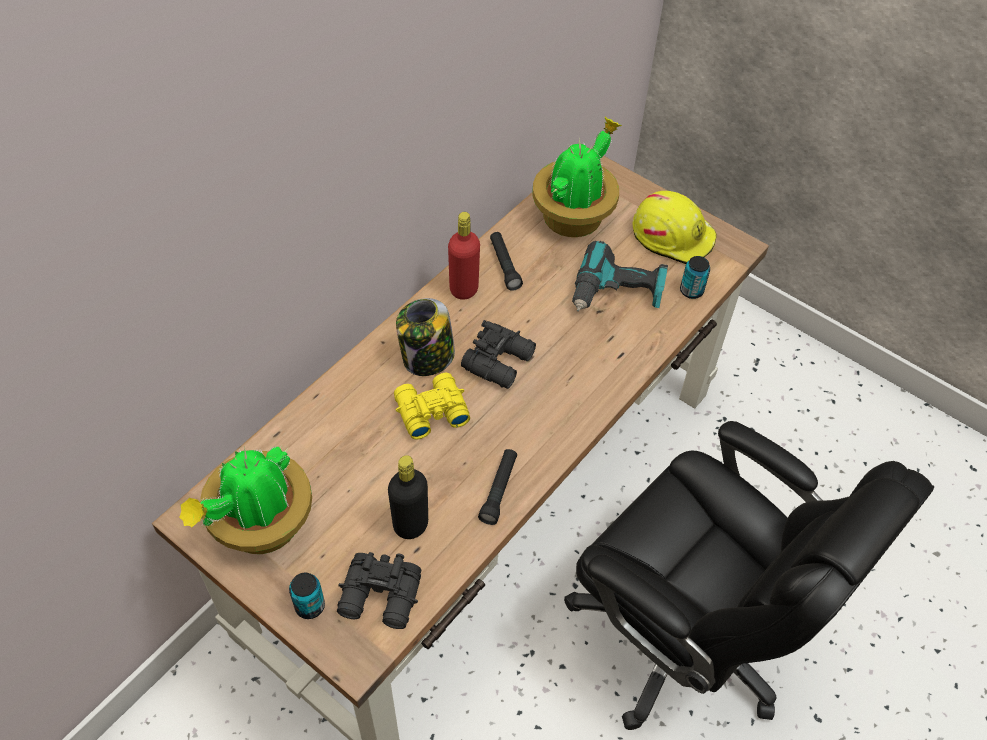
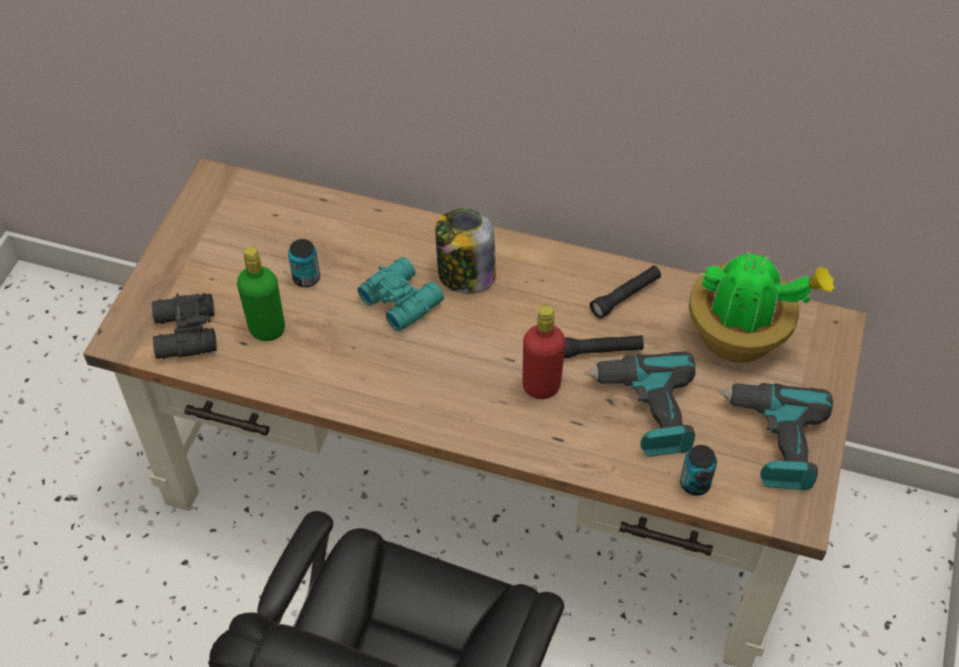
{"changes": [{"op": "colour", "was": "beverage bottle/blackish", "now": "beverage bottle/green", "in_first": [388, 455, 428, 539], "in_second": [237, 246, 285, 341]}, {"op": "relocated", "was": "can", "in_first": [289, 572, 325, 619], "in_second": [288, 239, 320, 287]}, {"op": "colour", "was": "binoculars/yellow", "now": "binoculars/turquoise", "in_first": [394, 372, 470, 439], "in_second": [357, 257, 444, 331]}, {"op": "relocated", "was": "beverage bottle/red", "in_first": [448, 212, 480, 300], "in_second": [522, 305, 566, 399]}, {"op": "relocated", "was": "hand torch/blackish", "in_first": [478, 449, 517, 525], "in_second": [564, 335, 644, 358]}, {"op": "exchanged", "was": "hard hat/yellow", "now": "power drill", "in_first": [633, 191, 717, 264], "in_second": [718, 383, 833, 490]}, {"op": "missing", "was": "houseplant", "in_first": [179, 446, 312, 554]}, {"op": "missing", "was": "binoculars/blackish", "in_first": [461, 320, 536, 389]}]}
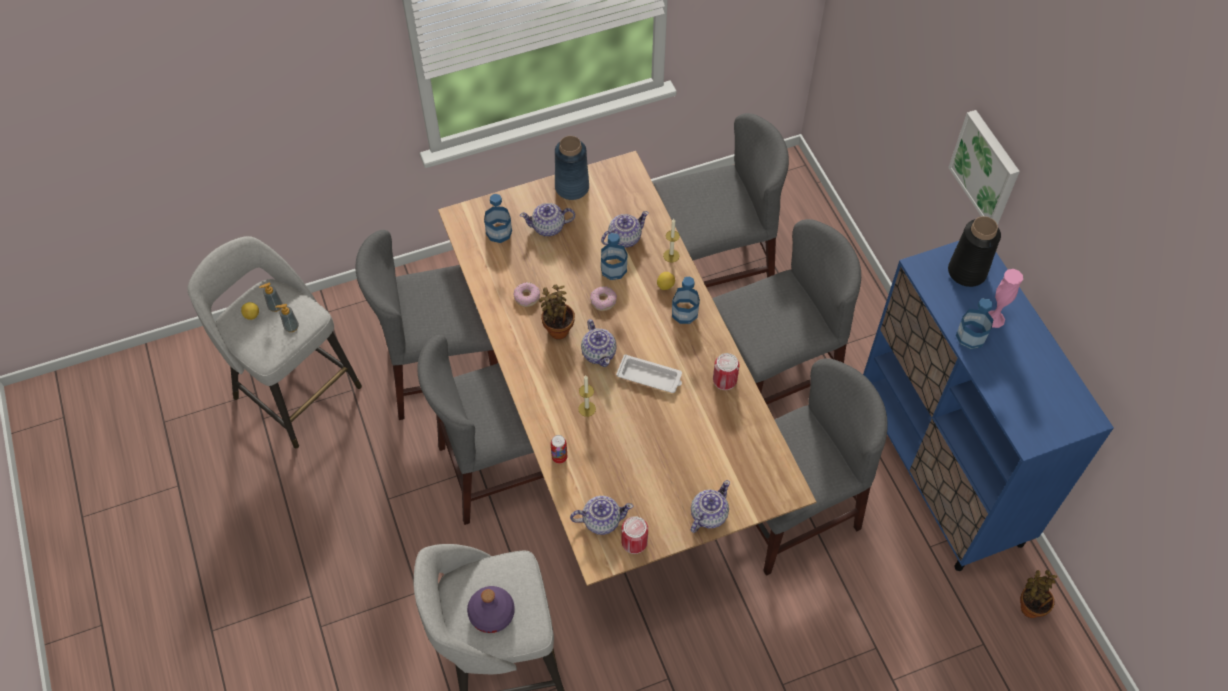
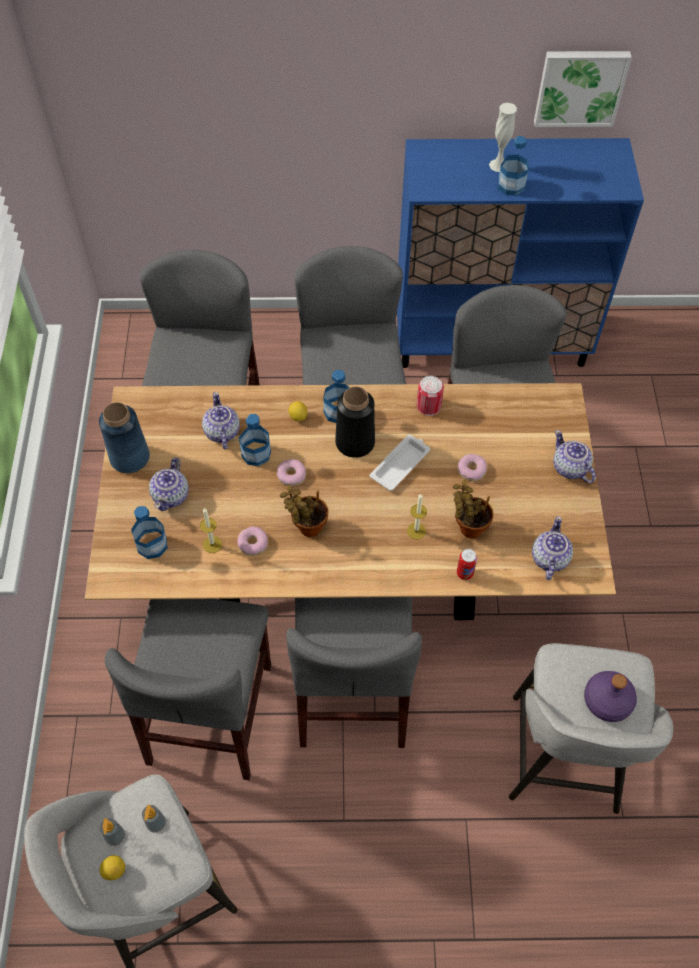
{"changes": [{"op": "relocated", "was": "wax light", "in_first": [663, 219, 680, 263], "in_second": [200, 508, 222, 553]}, {"op": "relocated", "was": "vase/blackish", "in_first": [948, 216, 1001, 287], "in_second": [335, 387, 375, 458]}, {"op": "relocated", "was": "houseplant", "in_first": [1020, 570, 1057, 618], "in_second": [453, 480, 494, 538]}, {"op": "appeared", "now": "ring doughnut", "in_second": [458, 454, 487, 481]}, {"op": "colour", "was": "vase/pink-coloured", "now": "vase/white-coloured", "in_first": [988, 269, 1023, 328], "in_second": [489, 103, 517, 172]}, {"op": "relocated", "was": "picture", "in_first": [948, 110, 1020, 225], "in_second": [534, 51, 632, 127]}, {"op": "missing", "was": "teapot", "in_first": [581, 319, 617, 367]}, {"op": "missing", "was": "can", "in_first": [621, 516, 648, 554]}]}
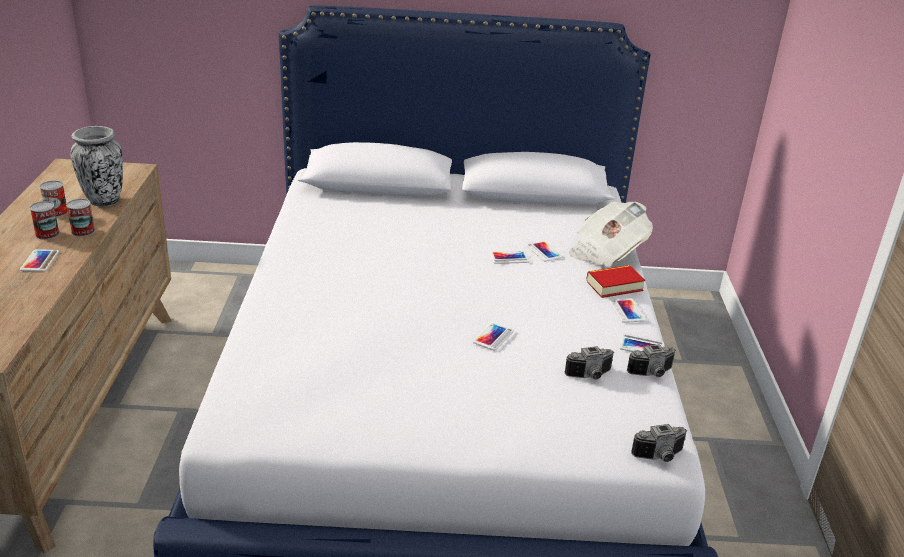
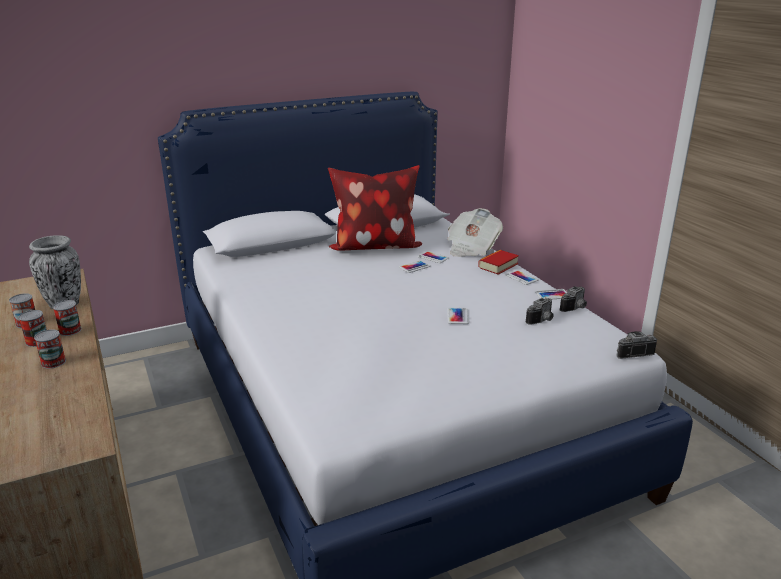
{"changes": [{"op": "exchanged", "was": "handset", "now": "can", "in_first": [20, 249, 59, 272], "in_second": [34, 329, 66, 369]}, {"op": "appeared", "now": "pillow", "in_second": [328, 165, 422, 250]}, {"op": "spun", "was": "still camera", "in_first": [631, 424, 687, 462], "in_second": [616, 331, 657, 359], "clockwise": -150}]}
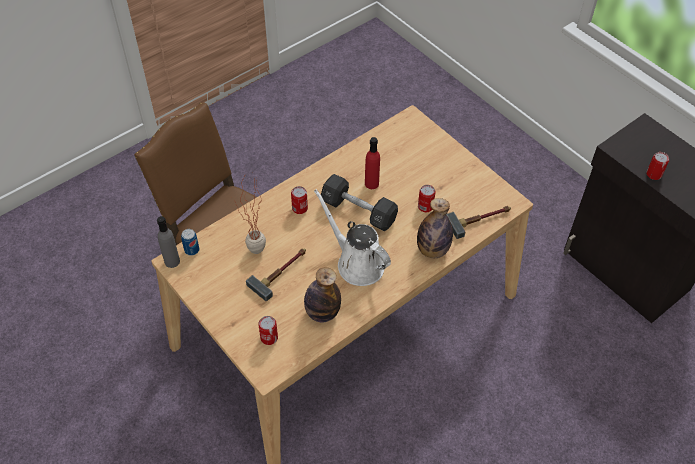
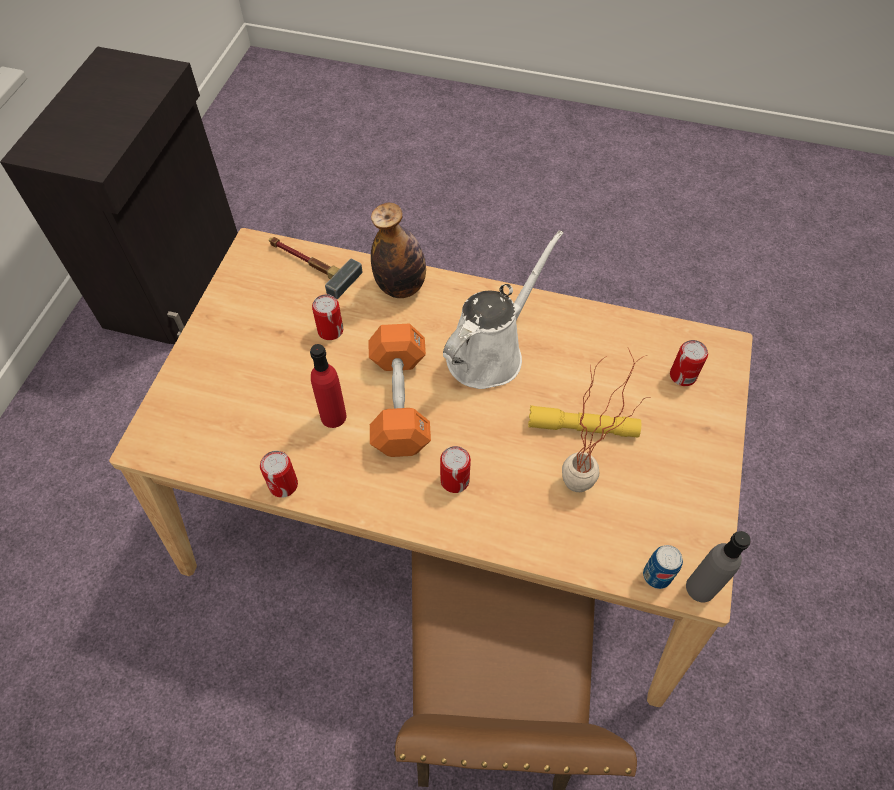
{"changes": [{"op": "relocated", "was": "can", "in_first": [646, 152, 669, 180], "in_second": [260, 451, 298, 498]}, {"op": "colour", "was": "free weight/blackish", "now": "free weight/orange-coloured", "in_first": [321, 174, 398, 231], "in_second": [369, 323, 431, 457]}, {"op": "spun", "was": "watering pot/white-coloured", "in_first": [314, 189, 391, 286], "in_second": [443, 230, 563, 389], "clockwise": -150}, {"op": "exchanged", "was": "hammer", "now": "hand torch/yellow", "in_first": [246, 248, 306, 302], "in_second": [528, 405, 641, 438]}, {"op": "missing", "was": "beverage bottle", "in_first": [304, 267, 341, 323]}]}
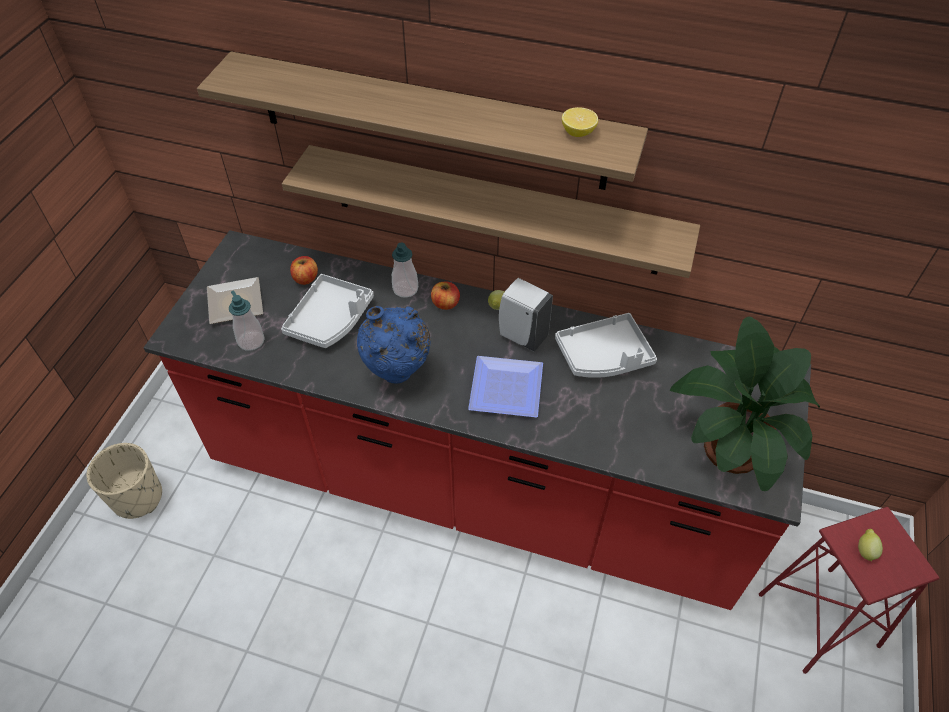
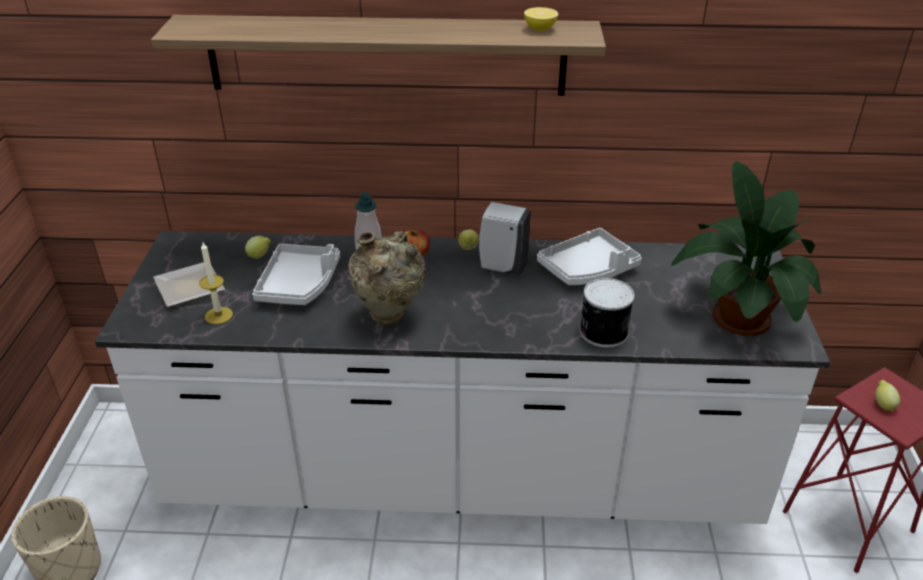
{"changes": [{"op": "colour", "was": "kitchen base unit/red", "now": "kitchen base unit/white-coloured", "in_first": [144, 230, 811, 610], "in_second": [95, 231, 830, 524]}, {"op": "exchanged", "was": "soap bottle", "now": "wax light", "in_first": [229, 291, 265, 351], "in_second": [199, 242, 233, 324]}, {"op": "exchanged", "was": "whole apple", "now": "lemon", "in_first": [290, 256, 318, 285], "in_second": [245, 236, 271, 259]}, {"op": "colour", "was": "vase/blue", "now": "vase/beige", "in_first": [357, 306, 431, 384], "in_second": [348, 231, 426, 324]}, {"op": "appeared", "now": "can", "in_second": [580, 278, 635, 348]}, {"op": "missing", "was": "shelf", "in_first": [282, 145, 700, 278]}, {"op": "missing", "was": "flat dish", "in_first": [468, 356, 543, 417]}]}
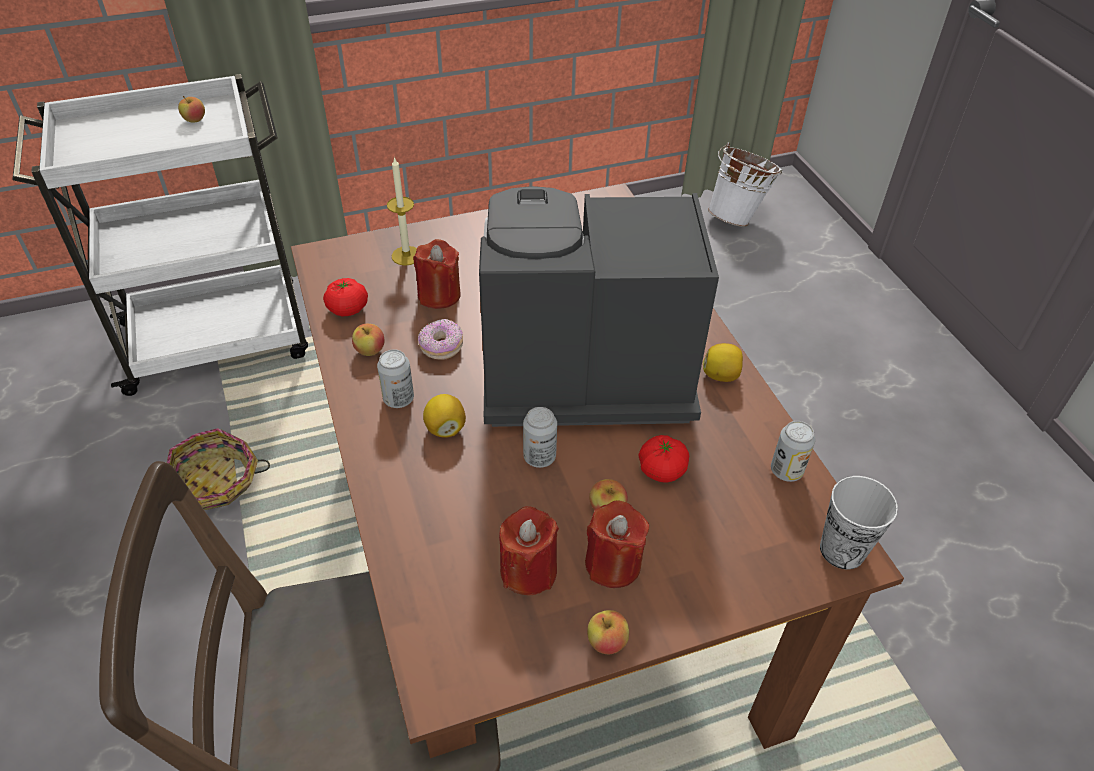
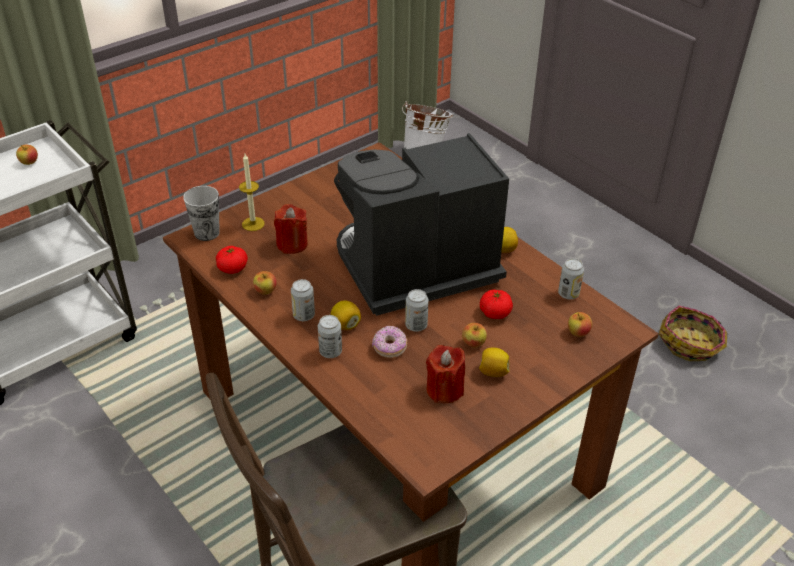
{"changes": [{"op": "relocated", "was": "cup", "in_first": [820, 476, 898, 569], "in_second": [183, 186, 220, 241]}, {"op": "appeared", "now": "can", "in_second": [318, 315, 342, 358]}, {"op": "relocated", "was": "ring doughnut", "in_first": [418, 319, 463, 360], "in_second": [372, 326, 407, 358]}, {"op": "exchanged", "was": "wax light/red", "now": "lemon", "in_first": [585, 500, 649, 588], "in_second": [479, 348, 509, 377]}, {"op": "relocated", "was": "whole apple", "in_first": [587, 610, 629, 654], "in_second": [568, 312, 592, 337]}, {"op": "relocated", "was": "household basket", "in_first": [167, 428, 270, 510], "in_second": [659, 306, 727, 361]}]}
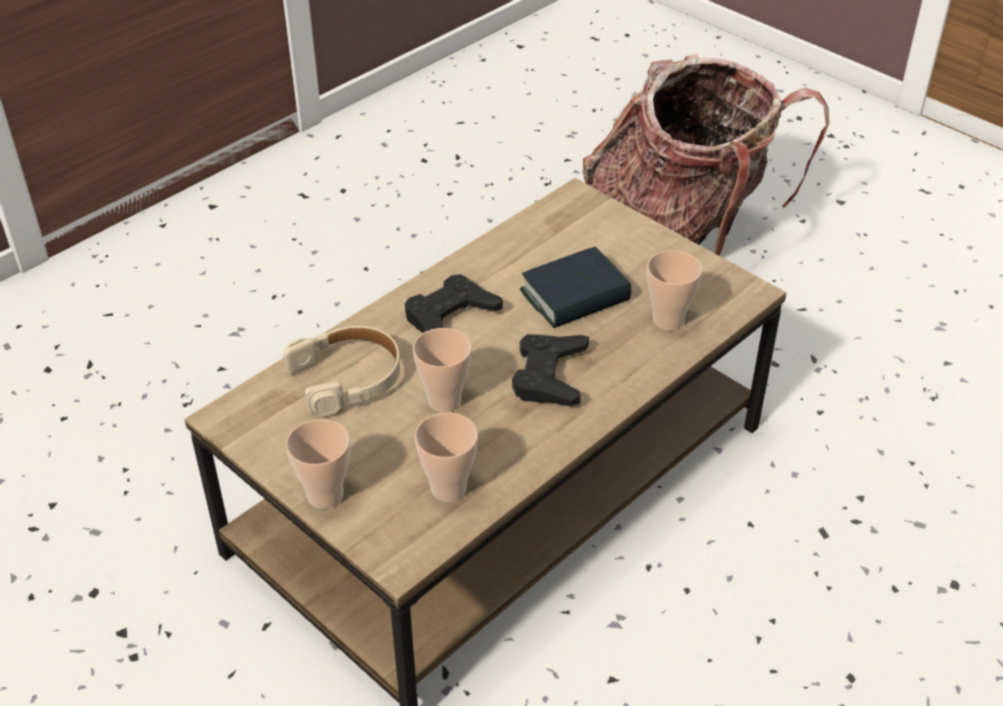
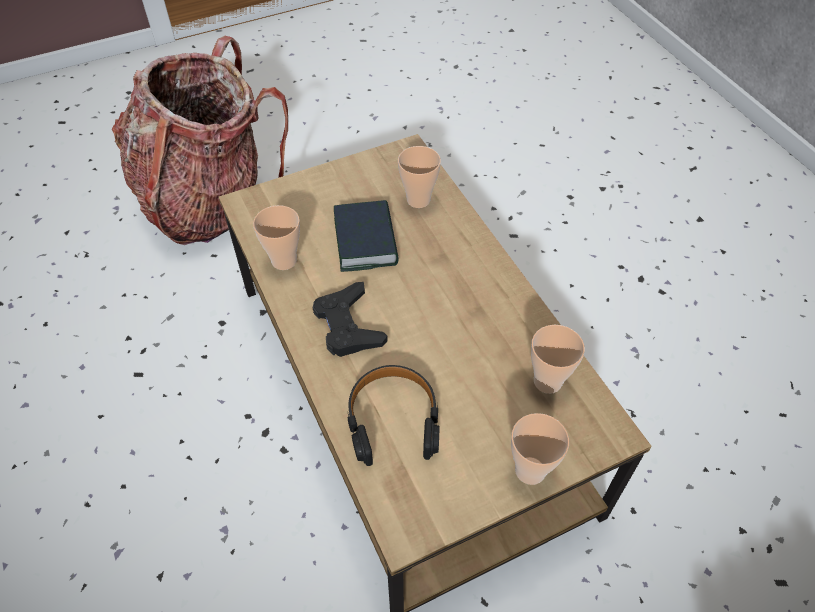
{"changes": [{"op": "relocated", "was": "cup", "in_first": [413, 328, 472, 412], "in_second": [253, 205, 300, 270]}, {"op": "colour", "was": "pair of headphones/beige", "now": "pair of headphones/blackish", "in_first": [283, 326, 400, 416], "in_second": [347, 365, 440, 466]}, {"op": "missing", "was": "gamepad/blackish", "in_first": [512, 334, 589, 406]}]}
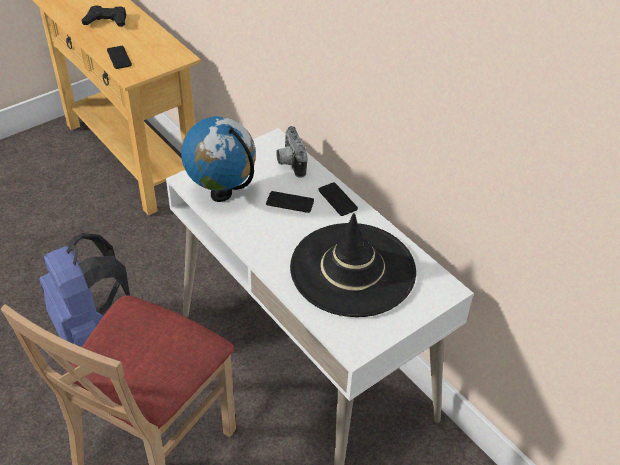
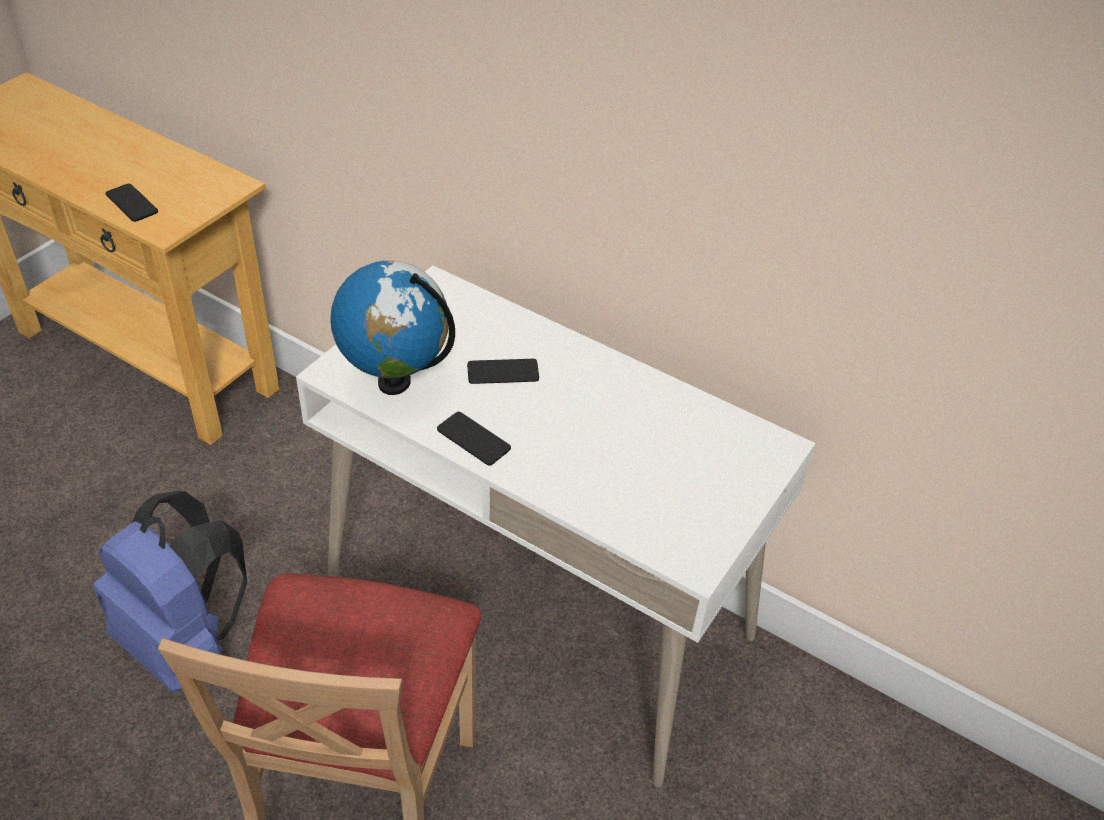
{"changes": [{"op": "relocated", "was": "handset", "in_first": [318, 182, 358, 216], "in_second": [437, 412, 511, 466]}, {"op": "missing", "was": "gamepad/blackish", "in_first": [82, 5, 126, 27]}, {"op": "missing", "was": "still camera", "in_first": [276, 126, 308, 178]}, {"op": "missing", "was": "hat/blackish", "in_first": [290, 213, 416, 317]}]}
